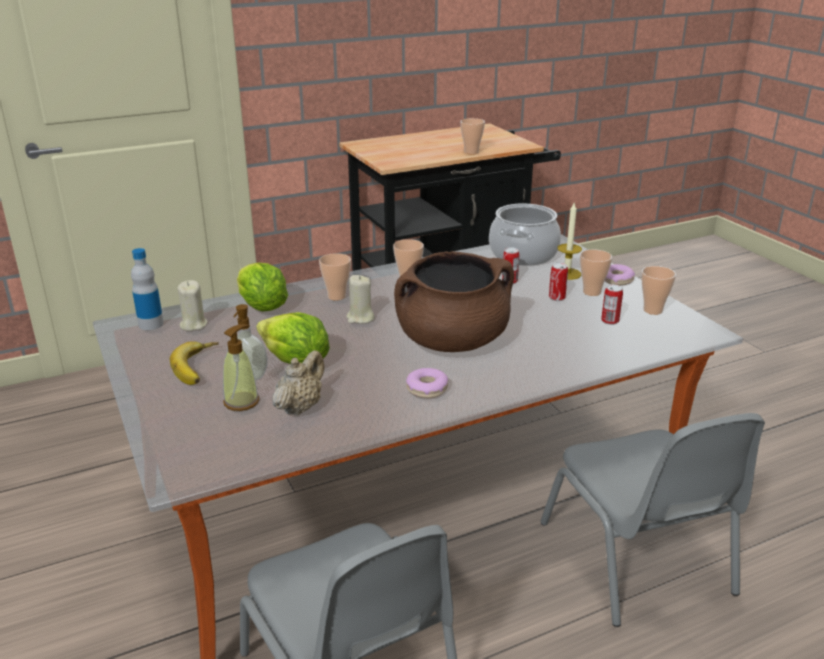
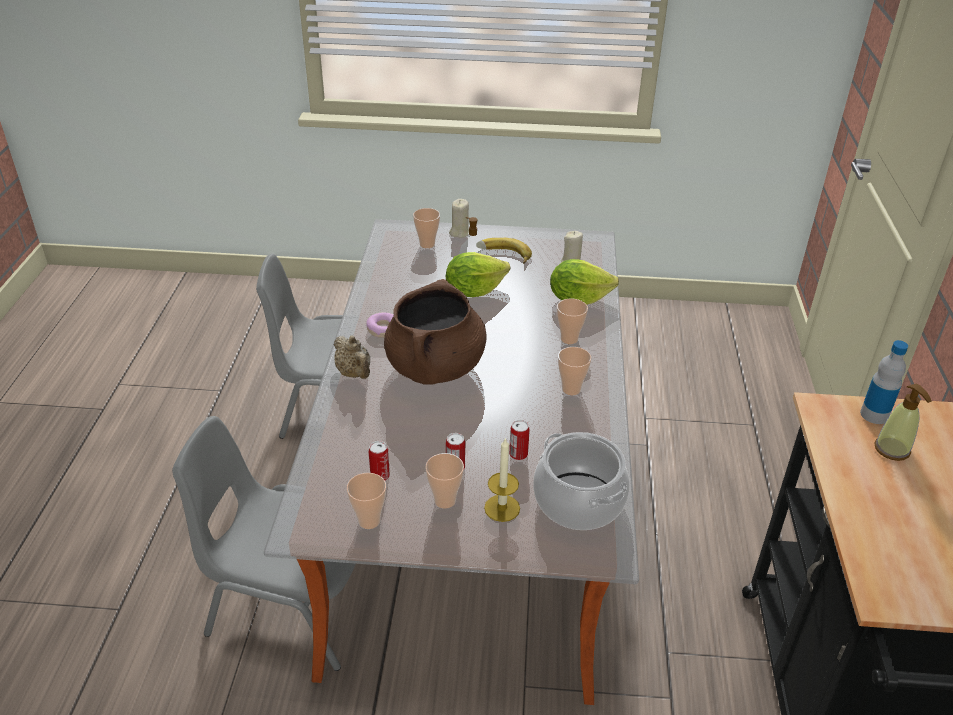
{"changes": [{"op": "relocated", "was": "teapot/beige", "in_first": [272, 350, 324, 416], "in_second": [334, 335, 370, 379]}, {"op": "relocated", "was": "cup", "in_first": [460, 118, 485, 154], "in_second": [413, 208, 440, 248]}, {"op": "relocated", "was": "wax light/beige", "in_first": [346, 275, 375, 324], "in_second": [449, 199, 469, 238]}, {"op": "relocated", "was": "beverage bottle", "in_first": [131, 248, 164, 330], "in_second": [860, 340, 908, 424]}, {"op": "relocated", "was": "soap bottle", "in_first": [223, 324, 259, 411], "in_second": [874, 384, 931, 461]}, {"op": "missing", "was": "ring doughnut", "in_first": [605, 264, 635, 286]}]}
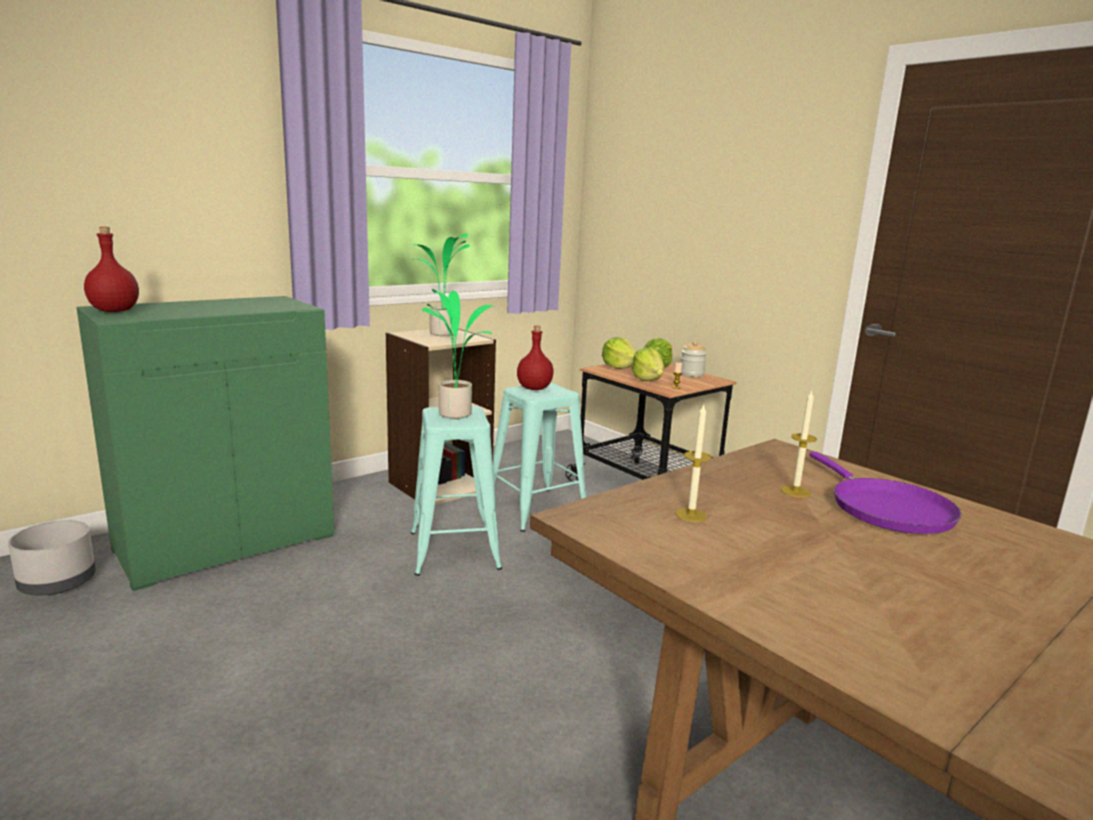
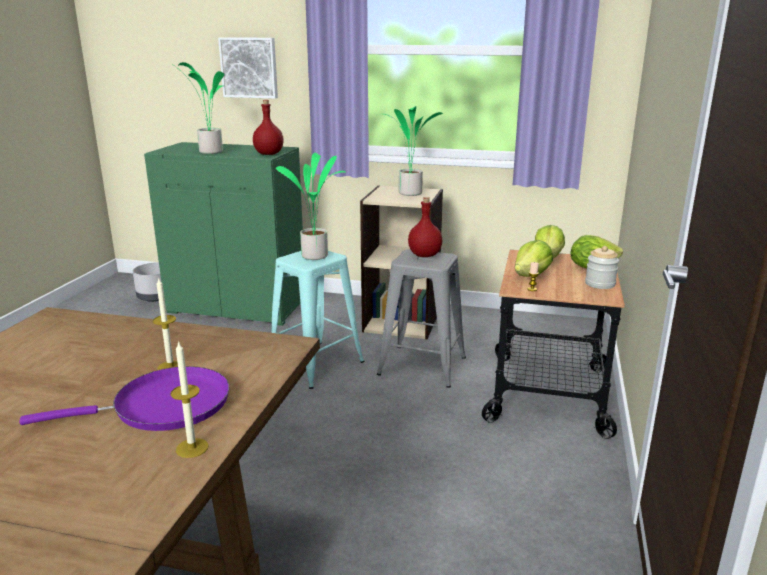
{"changes": [{"op": "spun", "was": "skillet/purplish", "in_first": [809, 452, 962, 534], "in_second": [19, 366, 229, 431], "clockwise": -150}, {"op": "relocated", "was": "wax light", "in_first": [676, 404, 712, 522], "in_second": [170, 341, 209, 458]}, {"op": "appeared", "now": "houseplant", "in_second": [173, 62, 225, 154]}, {"op": "appeared", "now": "picture", "in_second": [218, 37, 278, 99]}, {"op": "relocated", "was": "beverage bottle/red", "in_first": [84, 227, 139, 312], "in_second": [253, 100, 284, 155]}, {"op": "colour", "was": "stool seat/turquoise", "now": "stool seat/greyish", "in_first": [493, 383, 586, 532], "in_second": [377, 249, 466, 388]}]}
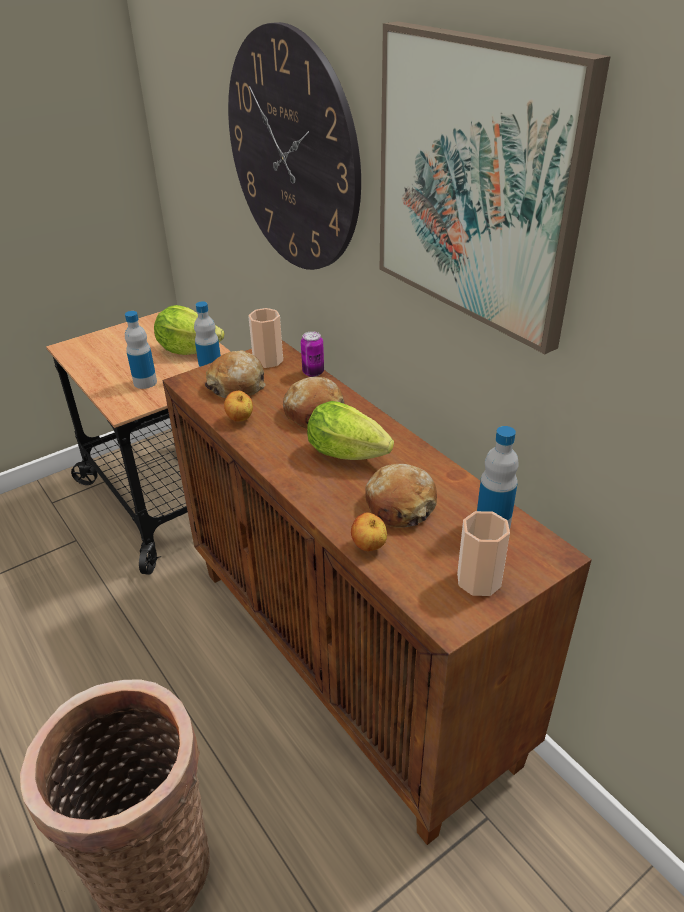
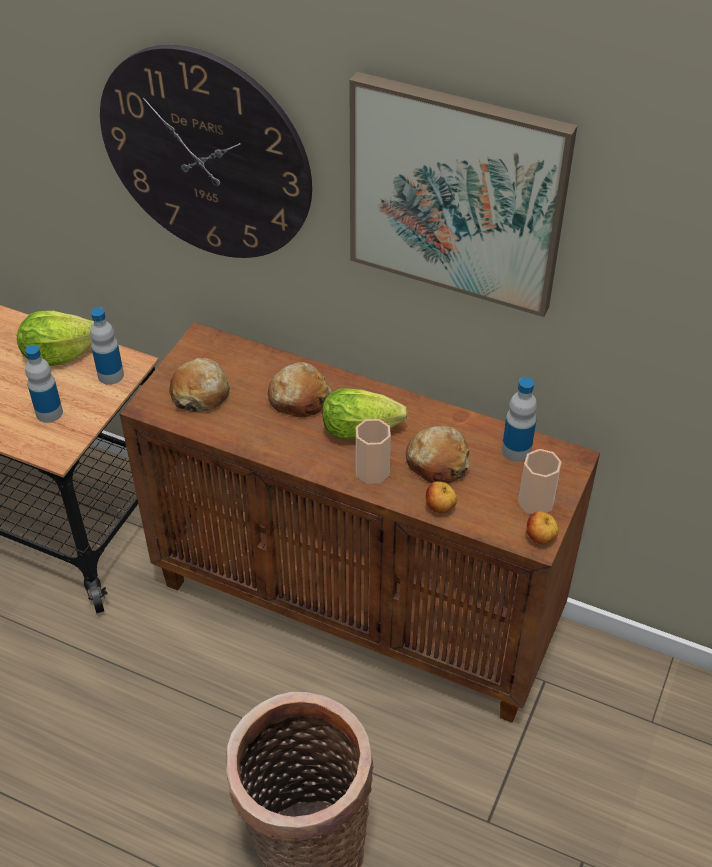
{"changes": [{"op": "relocated", "was": "cup", "in_first": [248, 308, 283, 368], "in_second": [356, 419, 391, 484]}, {"op": "relocated", "was": "whole apple", "in_first": [224, 391, 253, 422], "in_second": [526, 511, 559, 544]}, {"op": "missing", "was": "can", "in_first": [301, 331, 324, 377]}]}
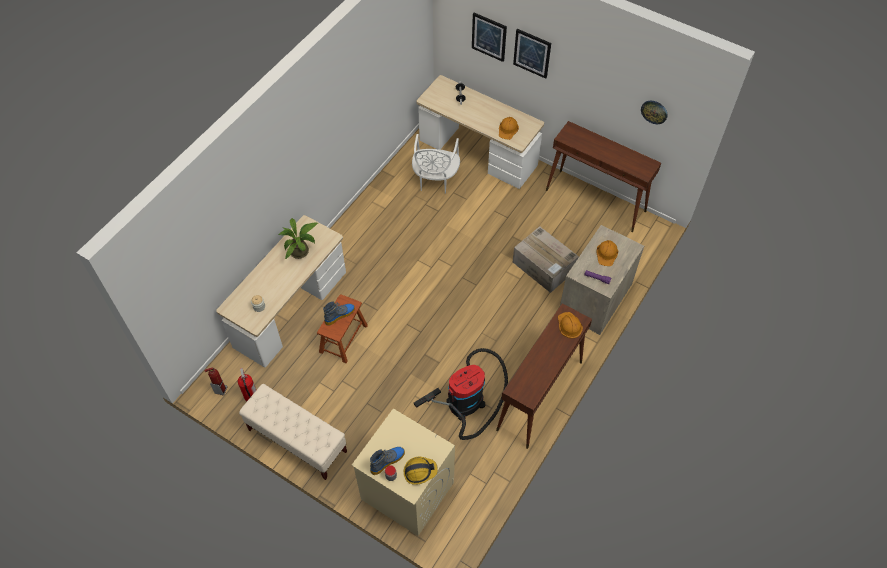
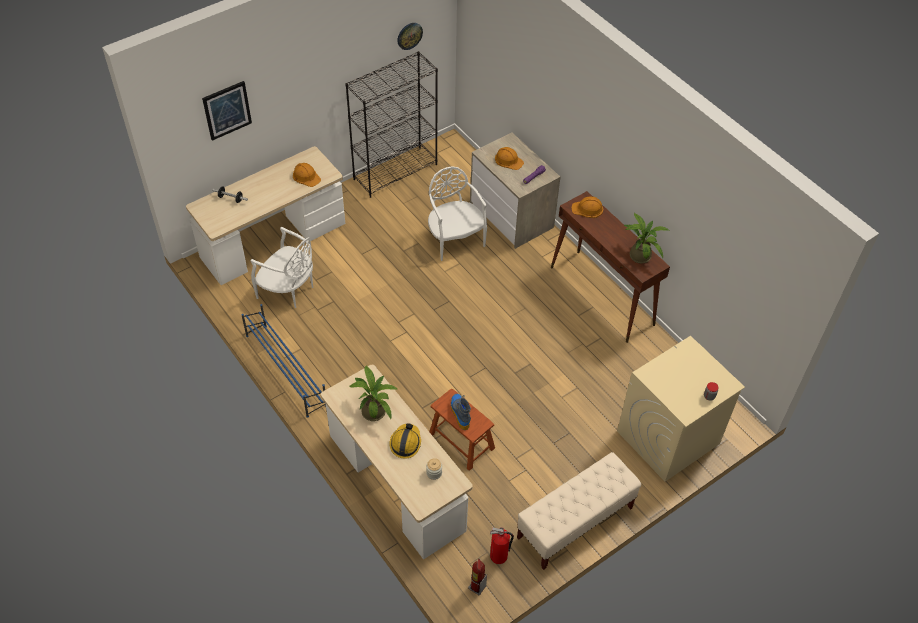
{"changes": [{"op": "appeared", "now": "shoe shelf/blue", "in_second": [241, 304, 326, 418]}, {"op": "exchanged", "was": "narrow table/brown", "now": "bookshelf/blackish", "in_first": [546, 121, 661, 232], "in_second": [345, 51, 438, 198]}, {"op": "relocated", "was": "hard hat", "in_first": [404, 457, 438, 485], "in_second": [390, 423, 421, 459]}, {"op": "exchanged", "was": "carton", "now": "plain chair/white-coloured", "in_first": [513, 226, 579, 293], "in_second": [428, 166, 487, 261]}, {"op": "appeared", "now": "houseplant", "in_second": [624, 213, 670, 264]}, {"op": "missing", "was": "tall boot", "in_first": [370, 447, 405, 475]}, {"op": "missing", "was": "hoover", "in_first": [414, 348, 508, 440]}, {"op": "missing", "was": "picture", "in_first": [513, 29, 551, 79]}]}
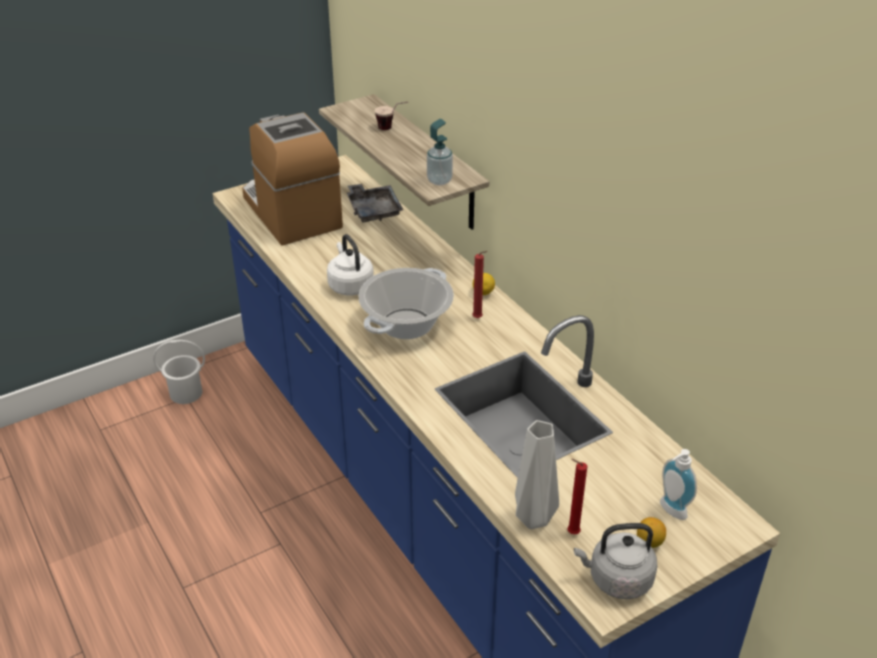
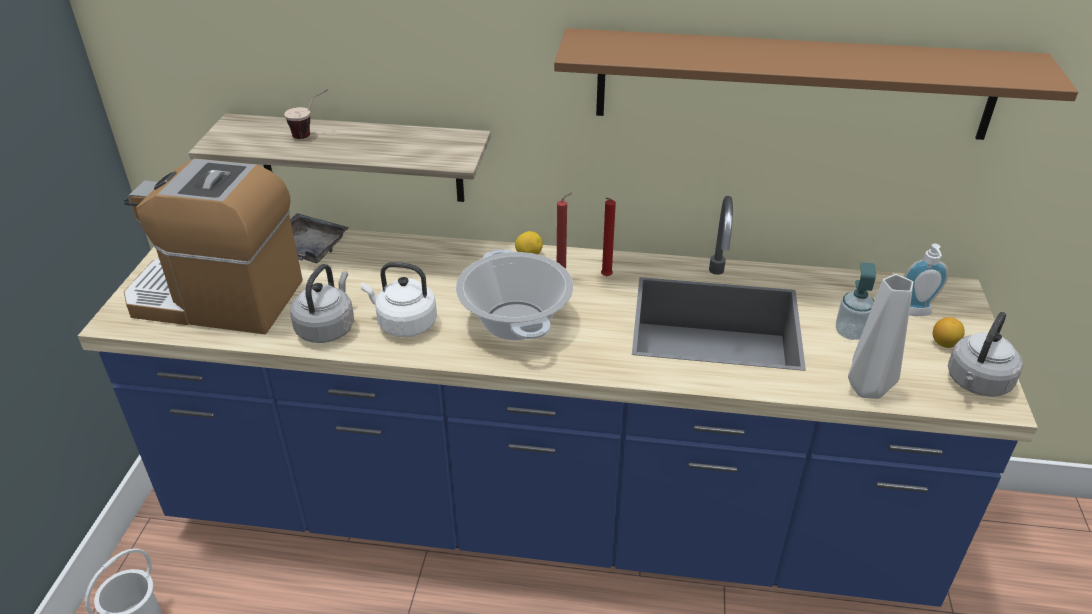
{"changes": [{"op": "appeared", "now": "kettle/greyish", "in_second": [290, 264, 354, 343]}, {"op": "appeared", "now": "shelf/brown", "in_second": [554, 28, 1078, 140]}, {"op": "relocated", "was": "wax light/red", "in_first": [567, 459, 587, 534], "in_second": [601, 197, 616, 277]}, {"op": "relocated", "was": "soap bottle", "in_first": [427, 119, 453, 185], "in_second": [836, 262, 876, 340]}]}
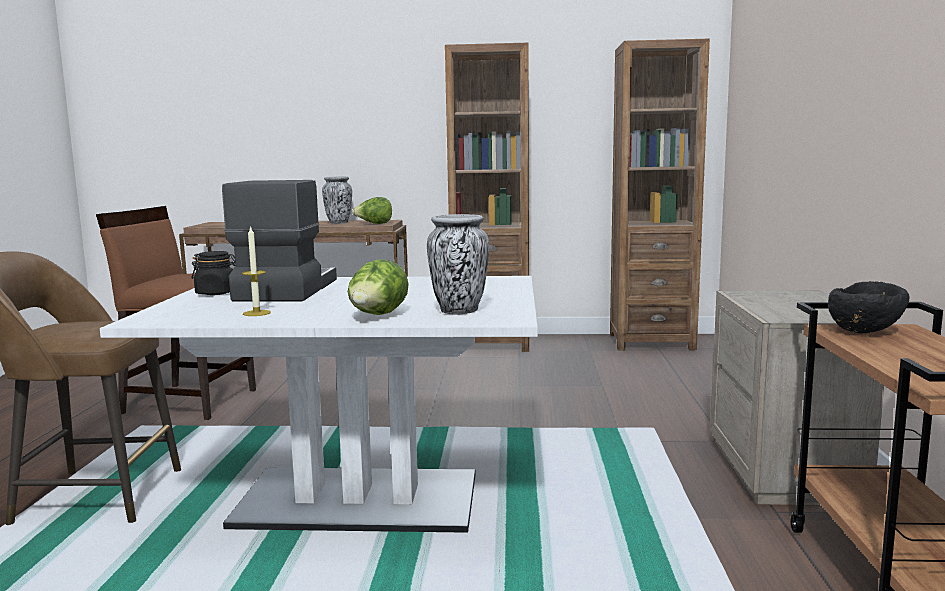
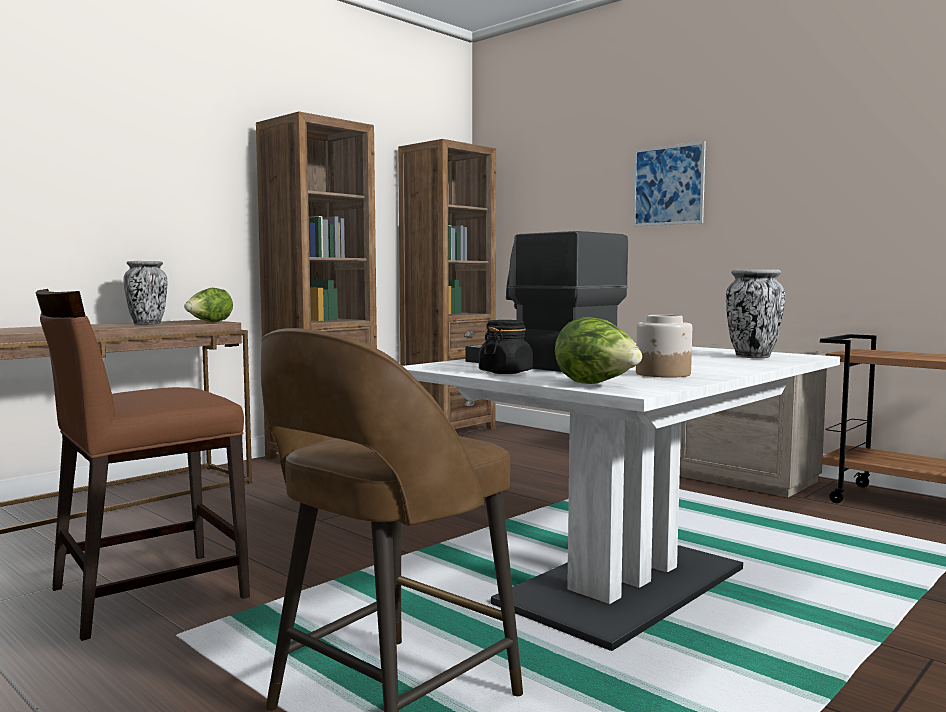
{"changes": [{"op": "relocated", "was": "lettuce head", "in_first": [348, 259, 409, 315], "in_second": [555, 317, 642, 384]}, {"op": "appeared", "now": "picture", "in_second": [633, 141, 706, 227]}, {"op": "exchanged", "was": "wax light", "now": "storage jar", "in_first": [242, 226, 271, 316], "in_second": [636, 315, 692, 378]}, {"op": "missing", "was": "bowl/blackish", "in_first": [828, 281, 910, 334]}]}
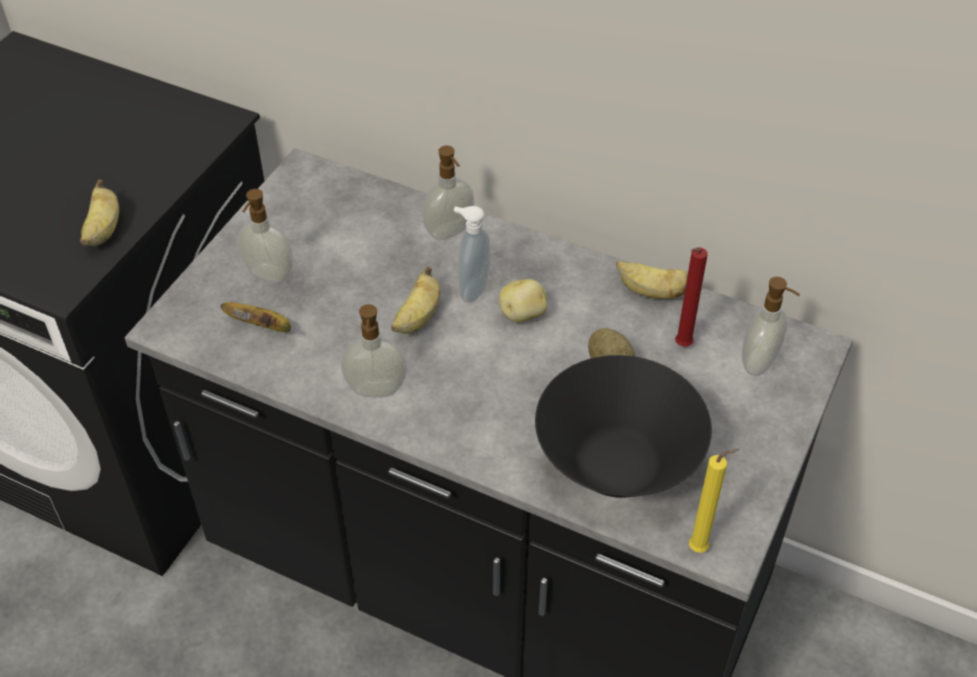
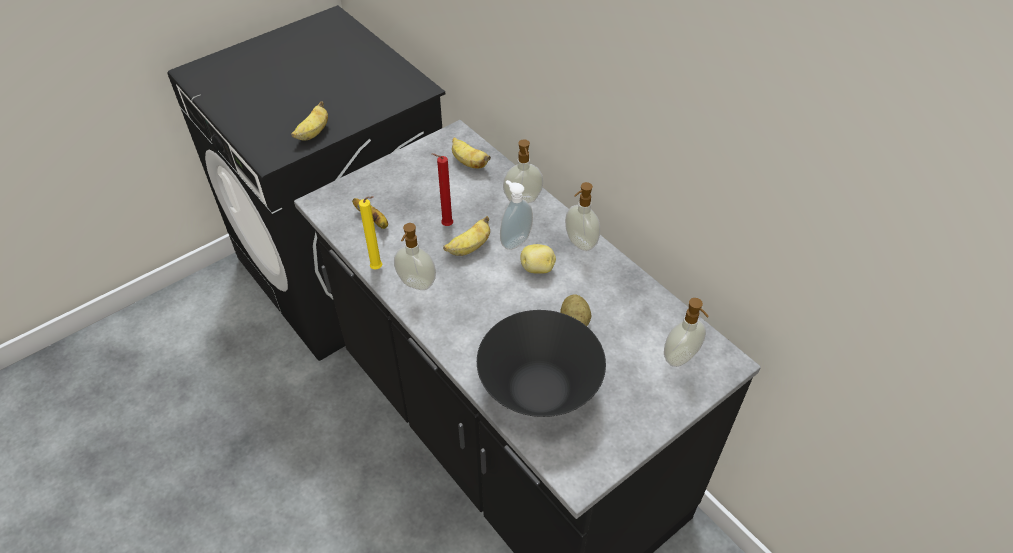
{"changes": [{"op": "relocated", "was": "wax light/yellow", "in_first": [689, 449, 739, 553], "in_second": [359, 196, 382, 269]}, {"op": "relocated", "was": "wax light/red", "in_first": [675, 247, 708, 347], "in_second": [432, 153, 453, 226]}, {"op": "relocated", "was": "whole banana", "in_first": [616, 261, 688, 299], "in_second": [452, 137, 491, 168]}, {"op": "relocated", "was": "soap bottle", "in_first": [237, 189, 293, 283], "in_second": [565, 182, 600, 251]}]}
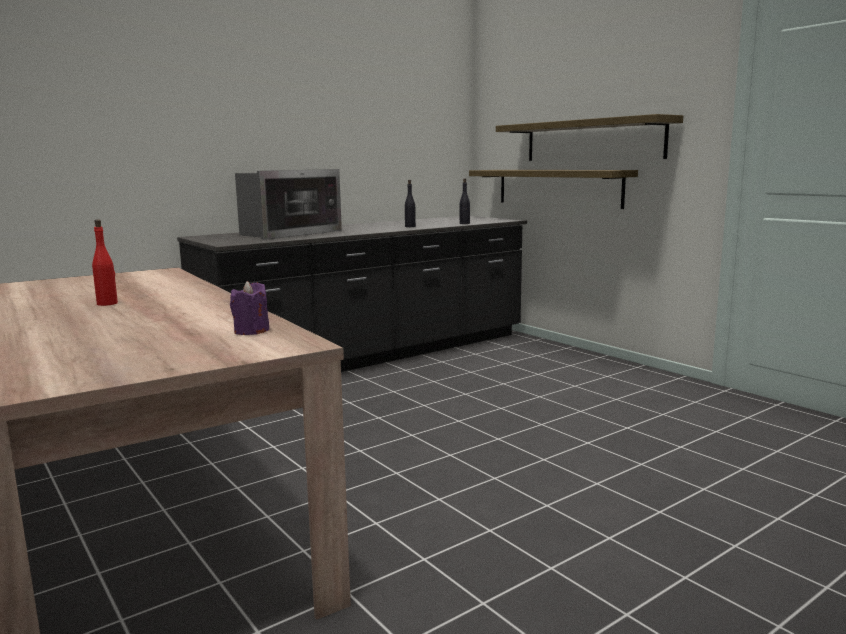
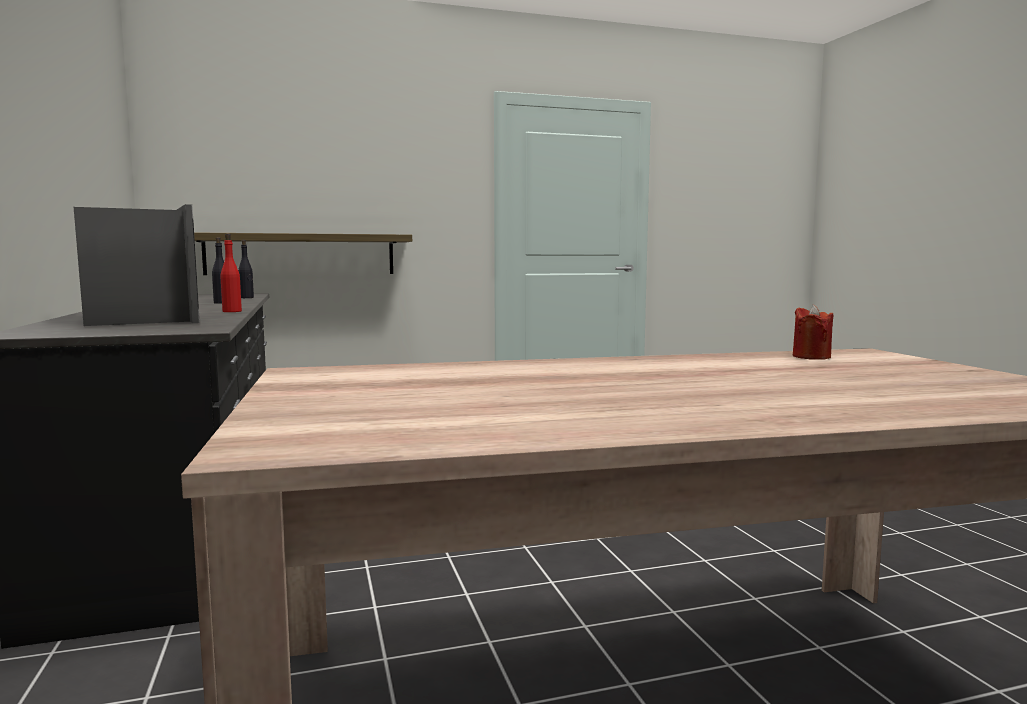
{"changes": [{"op": "relocated", "was": "beverage bottle/red", "in_first": [92, 219, 118, 306], "in_second": [221, 234, 242, 312]}, {"op": "colour", "was": "wax light/purplish", "now": "wax light/red", "in_first": [230, 281, 269, 335], "in_second": [793, 305, 833, 360]}, {"op": "missing", "was": "shelf", "in_first": [496, 114, 683, 161]}]}
